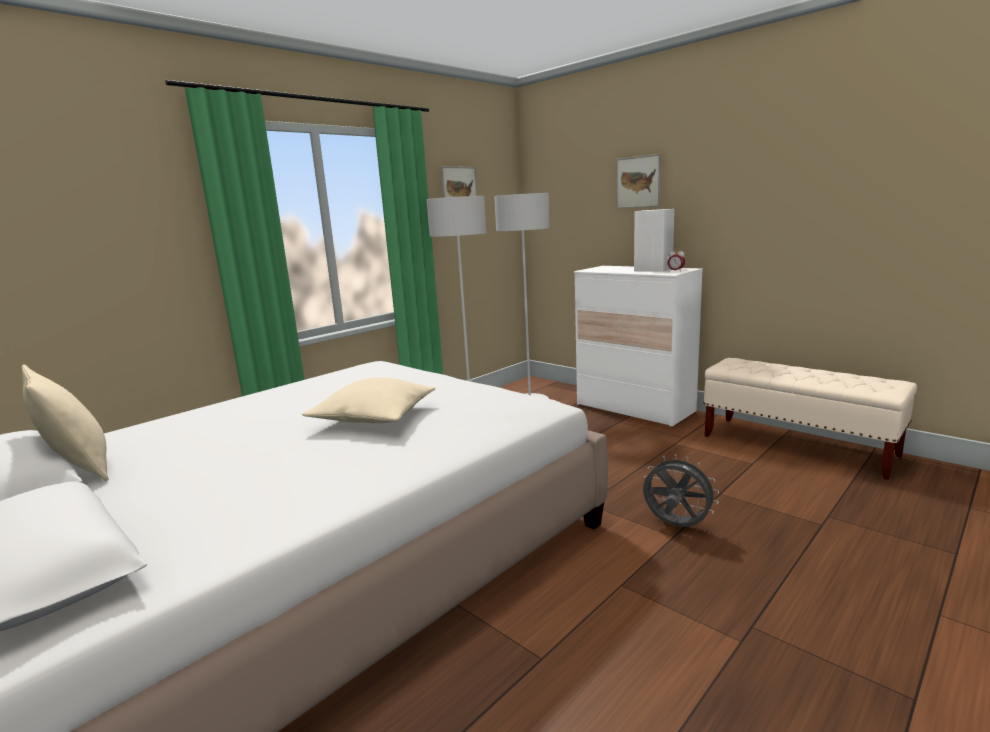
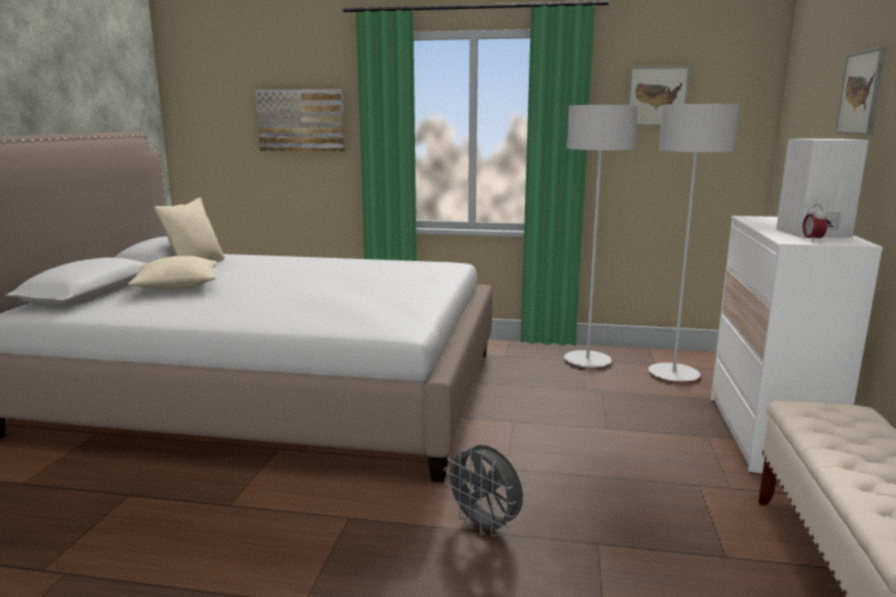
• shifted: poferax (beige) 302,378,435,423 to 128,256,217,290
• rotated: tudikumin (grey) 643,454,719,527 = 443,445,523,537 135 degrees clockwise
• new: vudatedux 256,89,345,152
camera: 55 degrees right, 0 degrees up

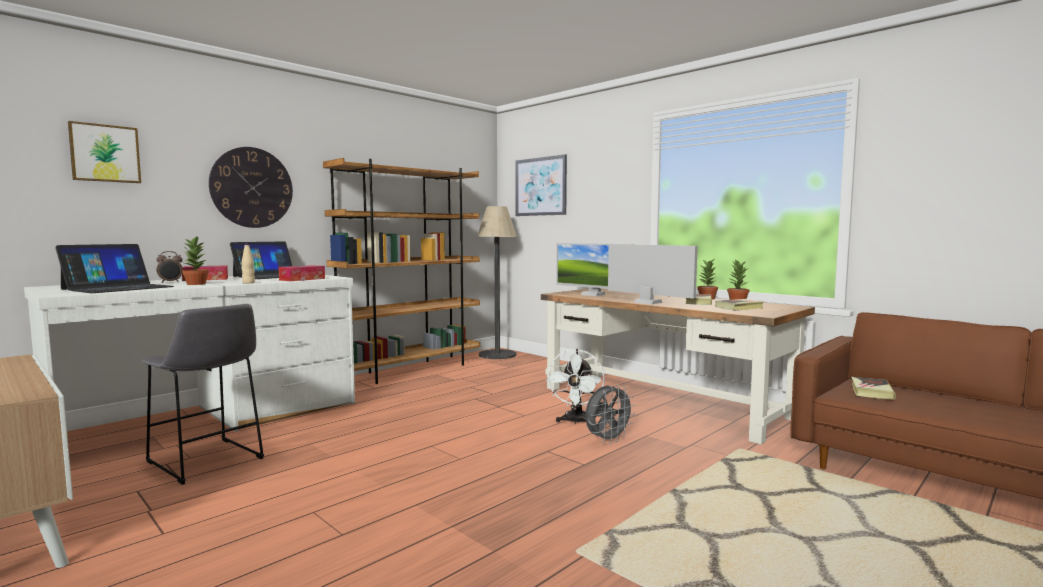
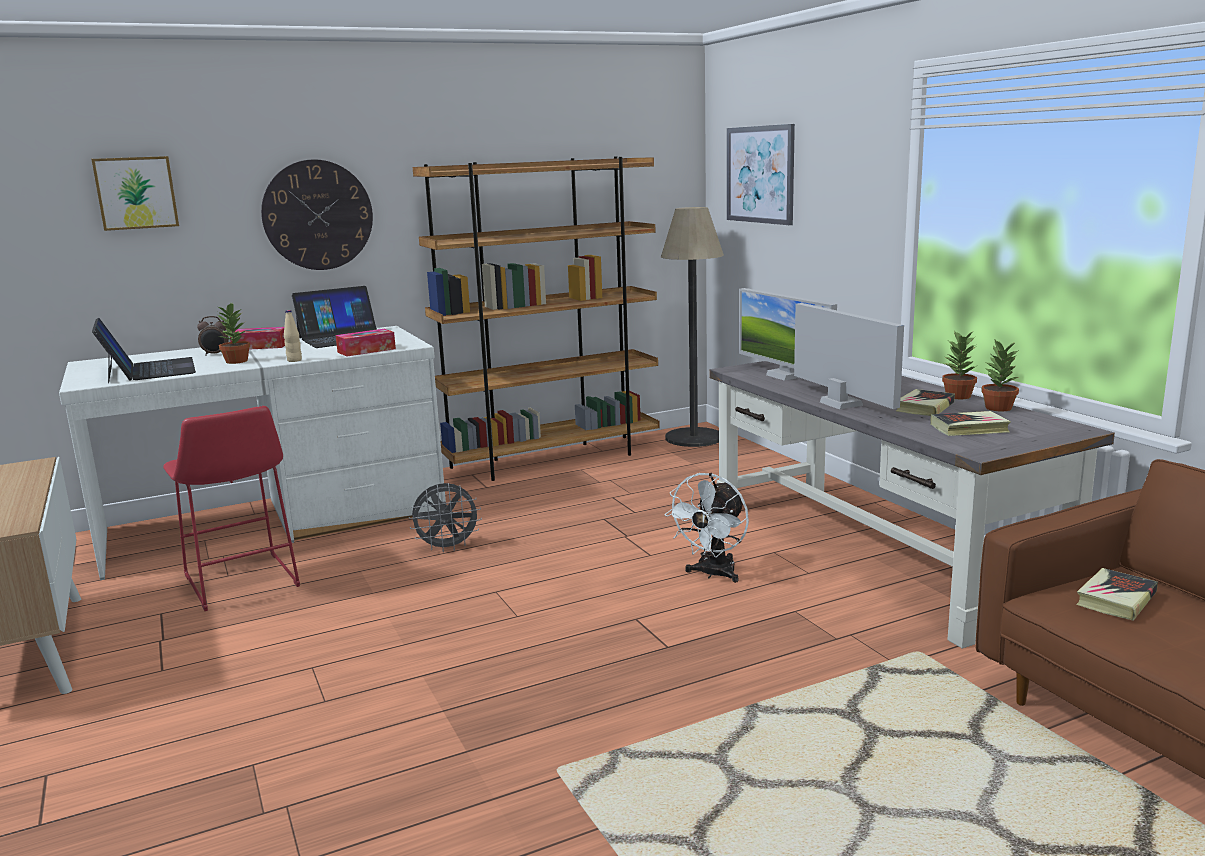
• rotated: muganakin 55,244,174,293 = 92,318,196,383 75 degrees counterclockwise
• repainted: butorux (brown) 541,289,815,444 to butorux (grey) 709,361,1115,649
• repainted: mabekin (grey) 142,304,264,485 to mabekin (red) 163,406,300,611
• shifted: tudikumin (grey) 585,384,635,444 to 409,483,482,552
camera: 20 degrees right, 10 degrees up

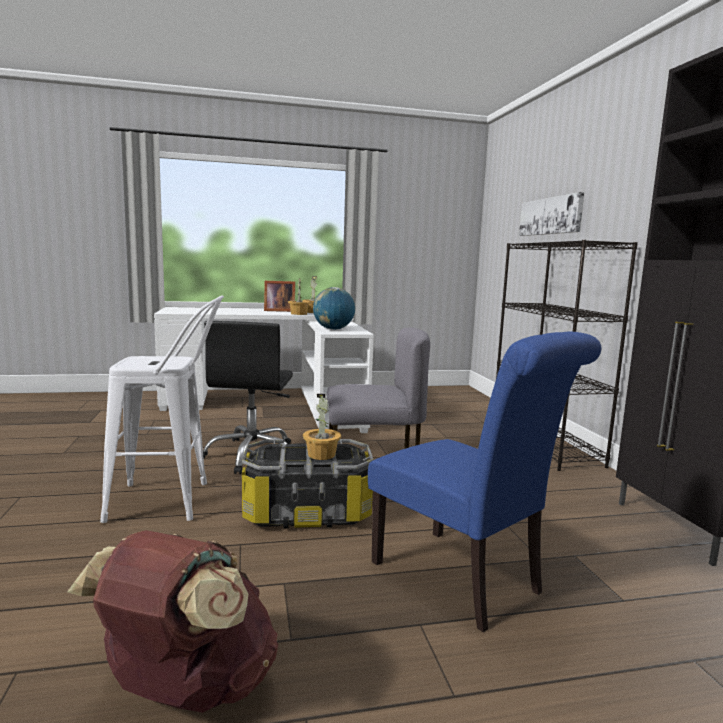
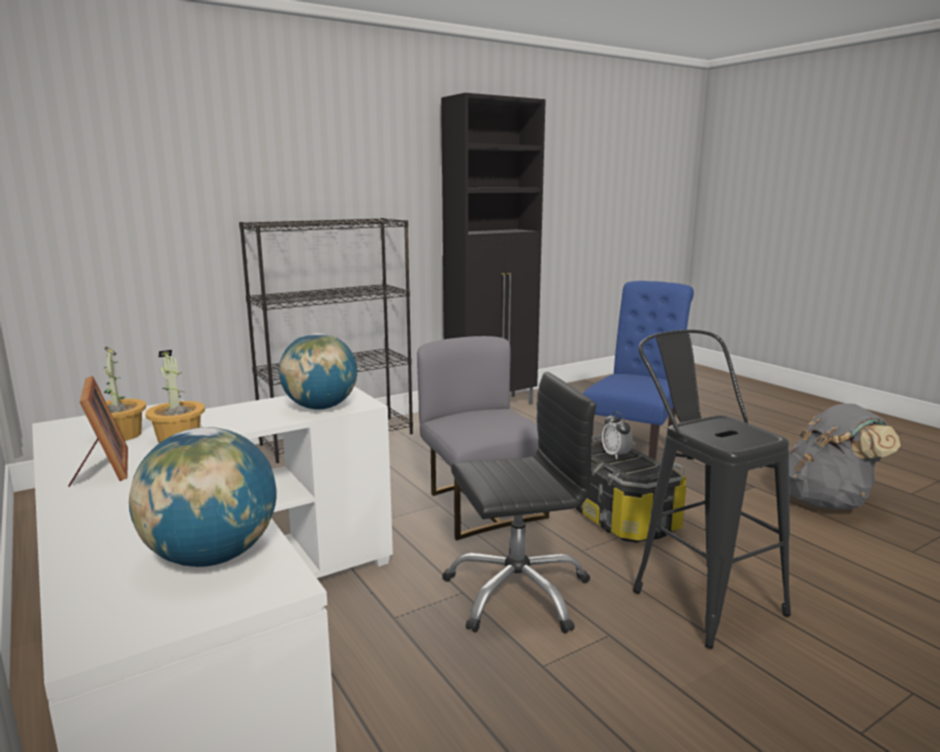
• gone: vudatedux 519,192,584,236
• repainted: mabekin (white) 100,295,224,523 to mabekin (black) 633,330,791,649
• swapped: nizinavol 303,394,341,460 to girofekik 602,412,633,459
• repainted: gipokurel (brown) 67,530,278,713 to gipokurel (grey) 789,403,901,510
• new: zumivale 129,427,277,567
camera: 110 degrees left, 5 degrees up

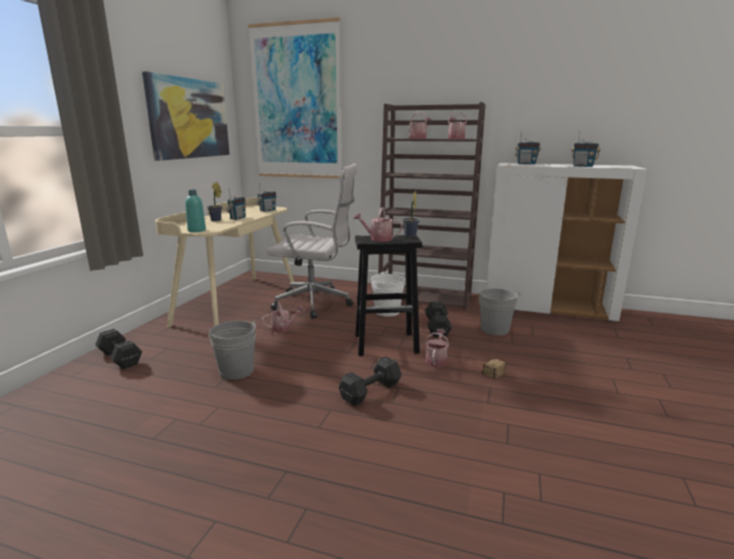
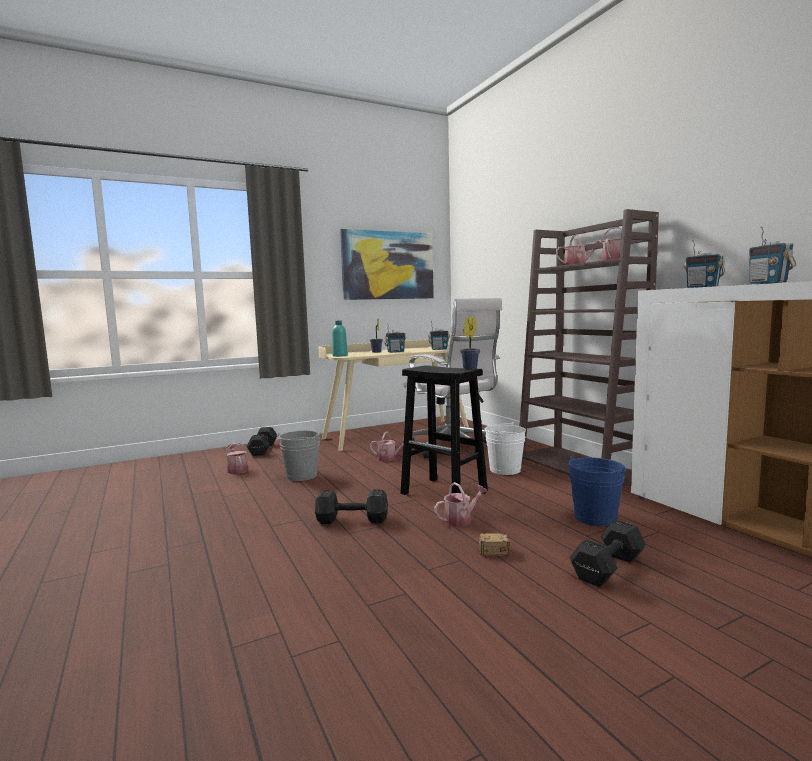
• gone: vudatedux 248,17,342,179
• shifted: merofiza 354,207,403,242 to 225,443,248,474
• repainted: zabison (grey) 477,288,521,336 to zabison (blue) 567,456,626,526
• shifted: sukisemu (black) 425,302,452,337 to 569,520,646,587
camera: 45 degrees right, 10 degrees down

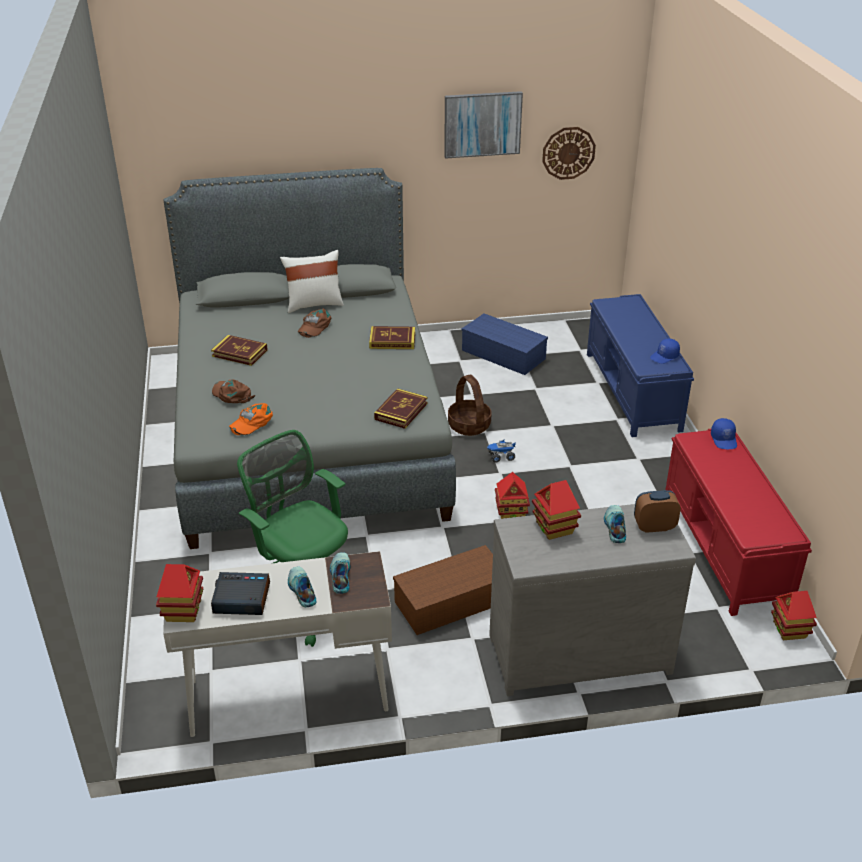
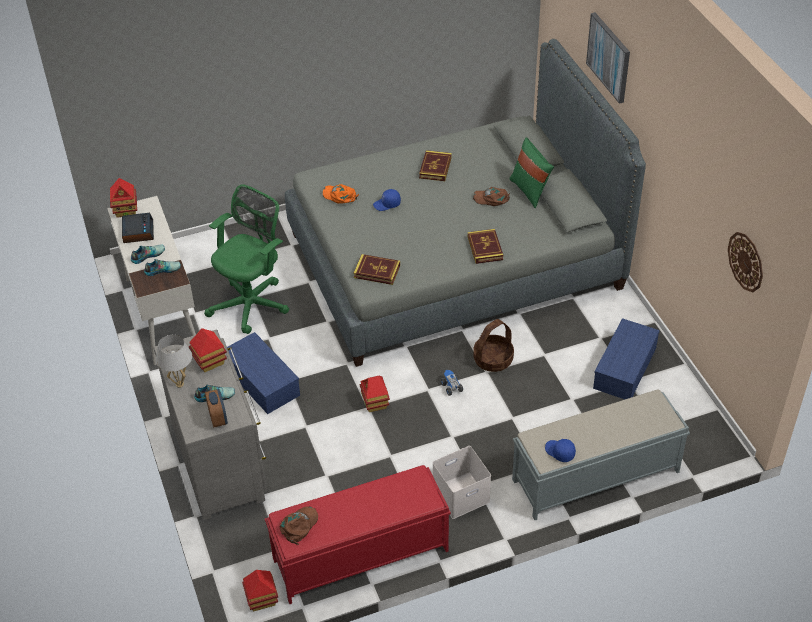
• shifted: vudatedux 444,91,523,159 to 586,12,630,104
• repainted: poferax (white) 280,250,344,313 to poferax (green) 509,137,554,208
• repainted: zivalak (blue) 587,294,694,437 to zivalak (grey) 512,390,690,520
• shifted: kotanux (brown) 212,379,255,403 to 280,506,318,545
• shifted: kotanux (blue) 711,418,737,449 to 373,189,401,211
• repainted: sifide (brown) 393,545,493,635 to sifide (blue) 227,332,300,414
• new: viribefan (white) 156,335,192,388
• new: sifide (white) 433,446,491,519
camera: 80 degrees right, 10 degrees up

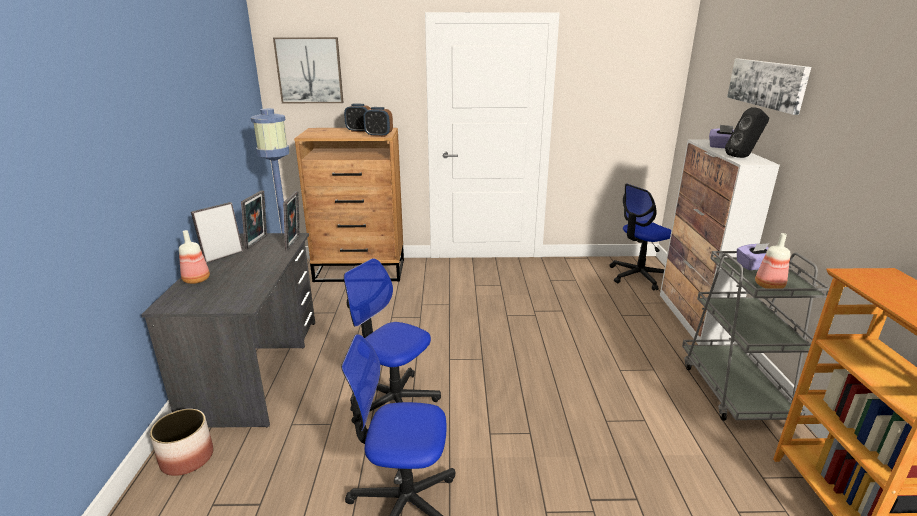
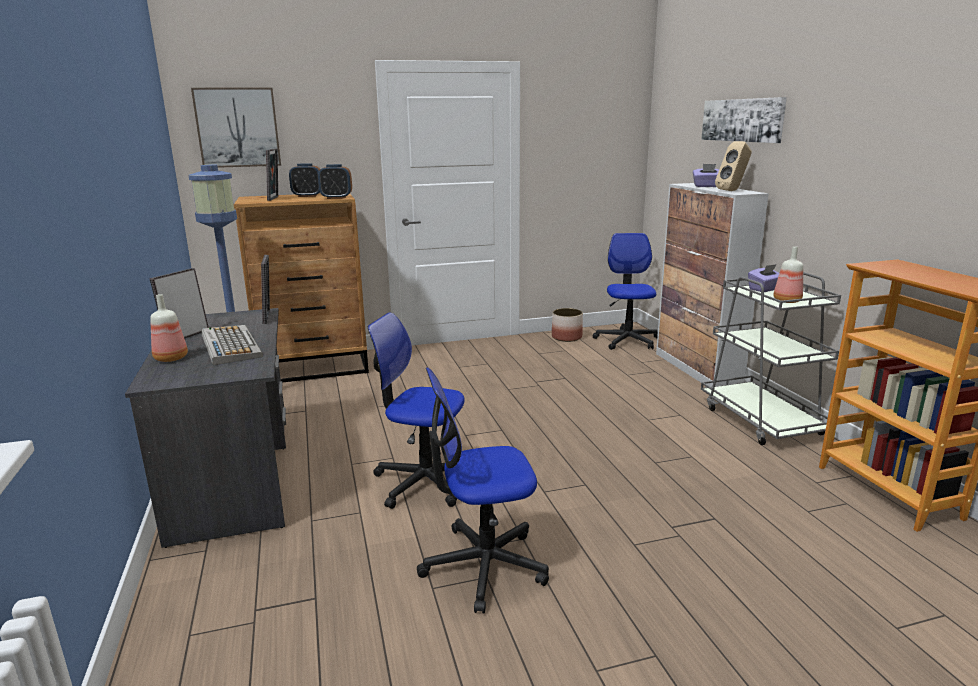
• repainted: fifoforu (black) 725,107,769,158 to fifoforu (beige) 715,141,752,191
• rotated: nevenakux 609,183,671,290 = 593,233,658,350 135 degrees clockwise
• shifted: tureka 241,190,267,249 to 266,148,278,201
• shifted: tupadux 150,409,213,476 to 552,308,583,342
• new: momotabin 201,325,263,365
camera: 15 degrees left, 5 degrees down

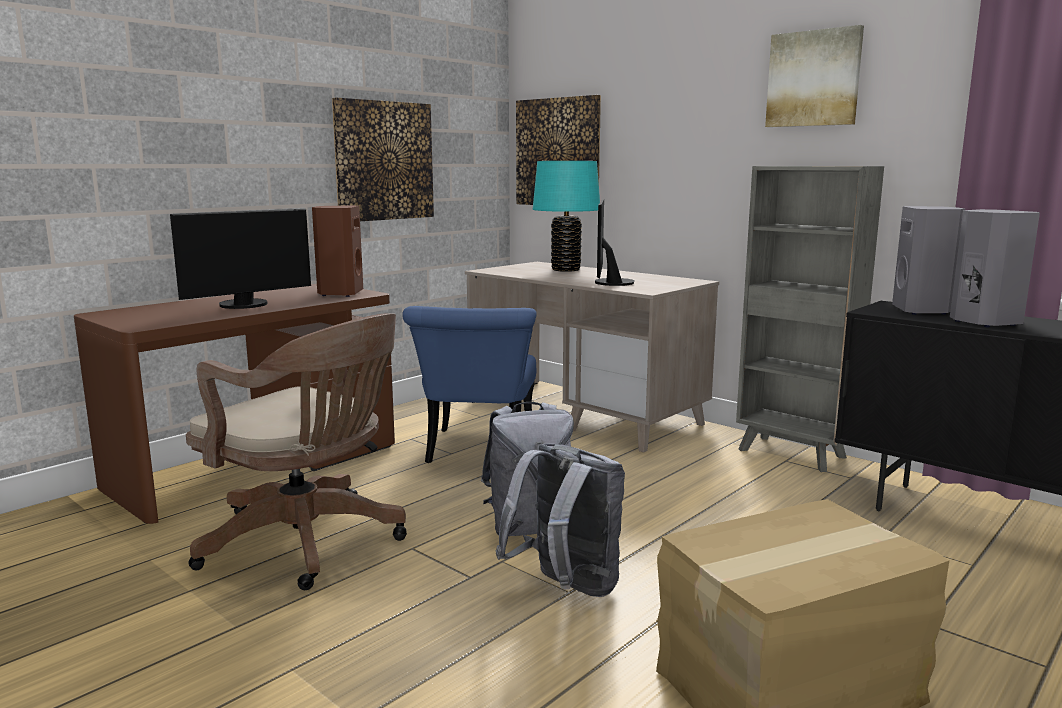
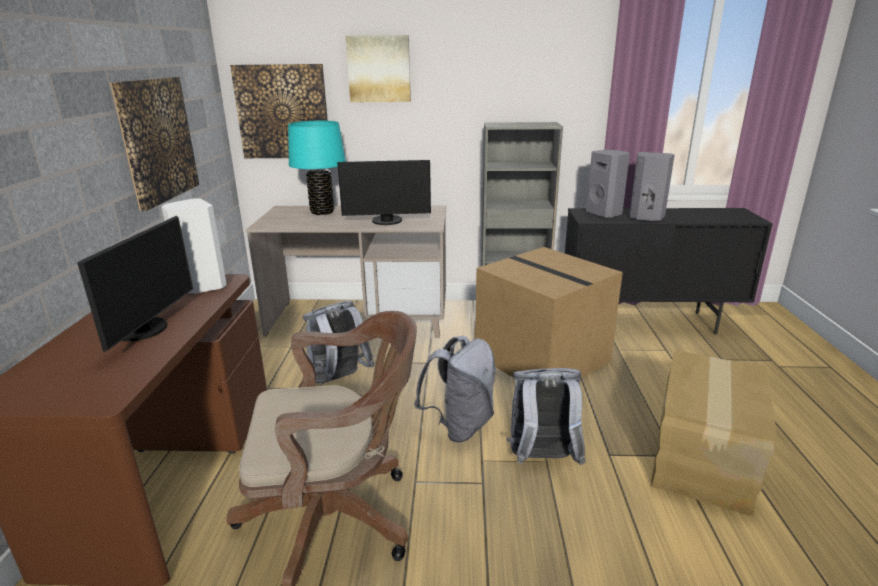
• shifted: vudatedux 765,25,864,127 to 346,35,411,102
• rotated: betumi 595,199,635,286 = 337,160,431,225 60 degrees counterclockwise
• repainted: fifoforu (brown) 312,206,363,297 to fifoforu (white) 162,199,227,294
• swapped: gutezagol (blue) 402,306,537,463 to gipokurel (grey) 303,301,375,383
• new: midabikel 475,247,623,378
camera: 40 degrees left, 10 degrees up

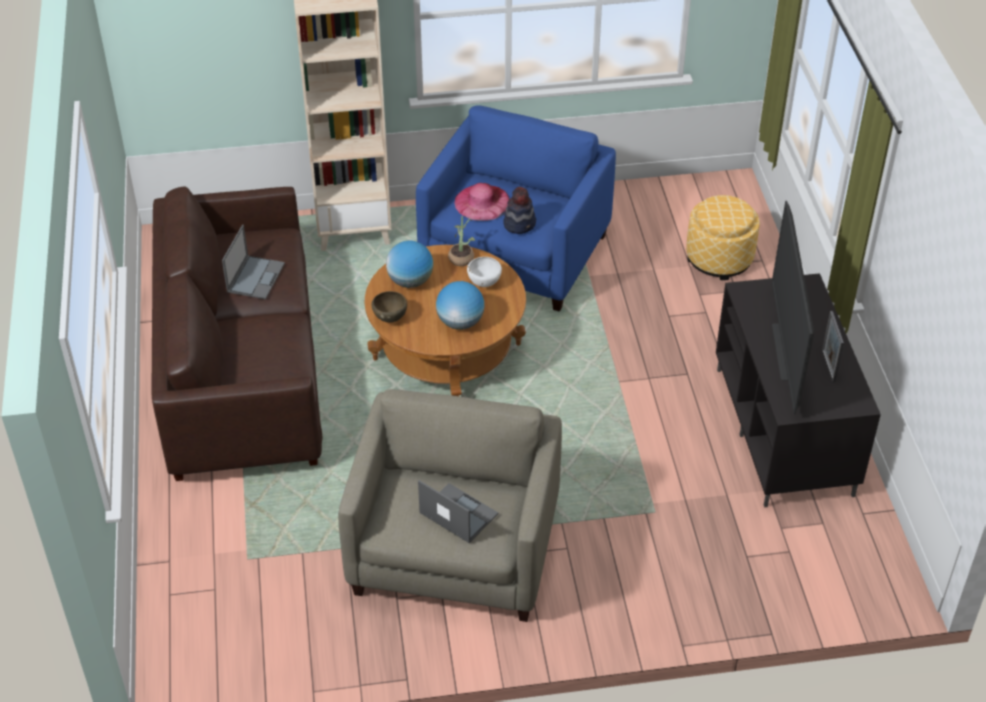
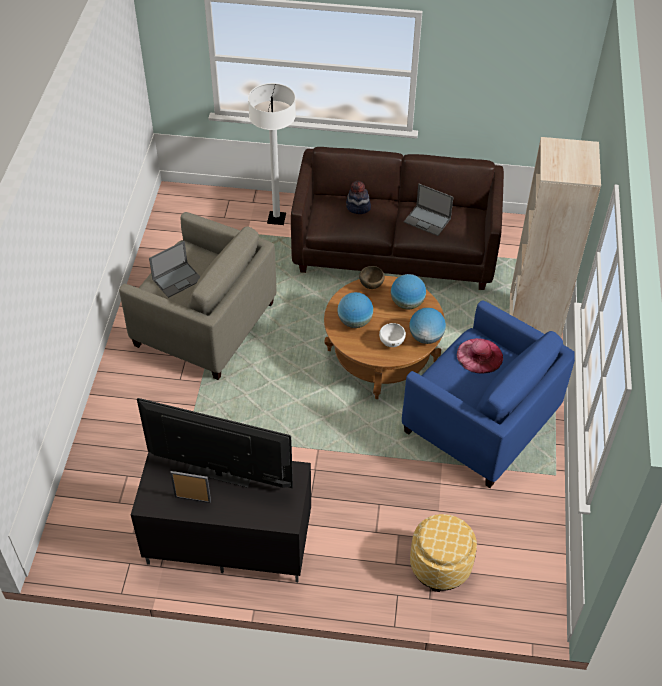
• shifted: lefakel 503,187,536,234 to 346,181,371,214
• swapped: nizinavol 448,216,475,266 to zumivale 409,308,446,344
• new: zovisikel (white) 248,83,296,225
camera: 105 degrees right, 5 degrees up

